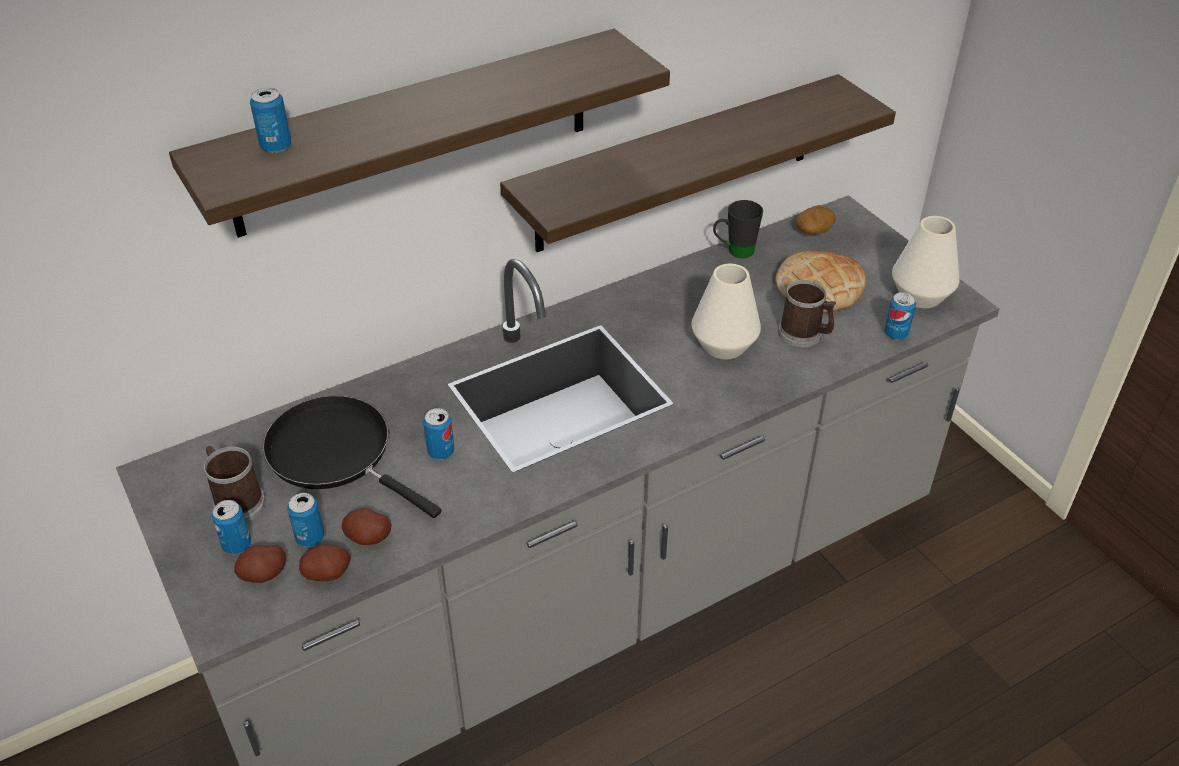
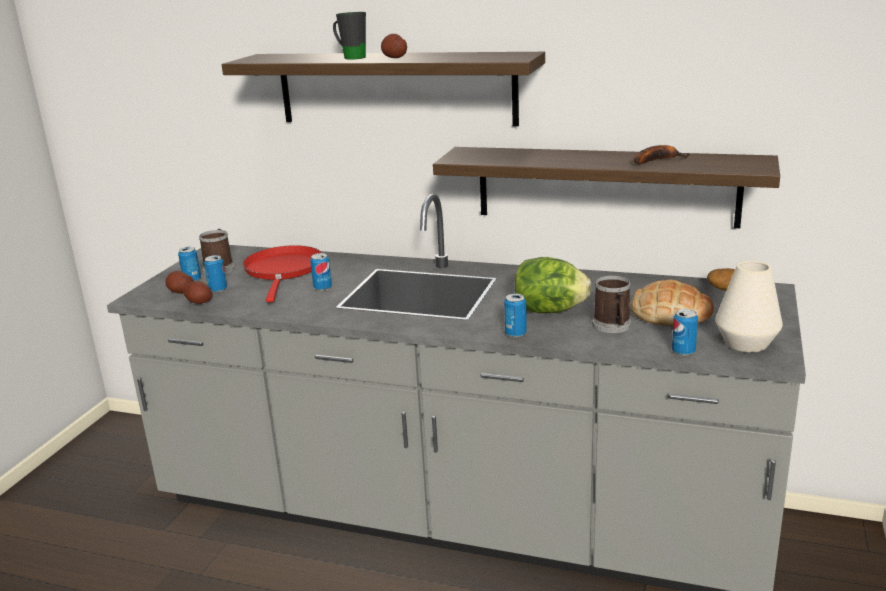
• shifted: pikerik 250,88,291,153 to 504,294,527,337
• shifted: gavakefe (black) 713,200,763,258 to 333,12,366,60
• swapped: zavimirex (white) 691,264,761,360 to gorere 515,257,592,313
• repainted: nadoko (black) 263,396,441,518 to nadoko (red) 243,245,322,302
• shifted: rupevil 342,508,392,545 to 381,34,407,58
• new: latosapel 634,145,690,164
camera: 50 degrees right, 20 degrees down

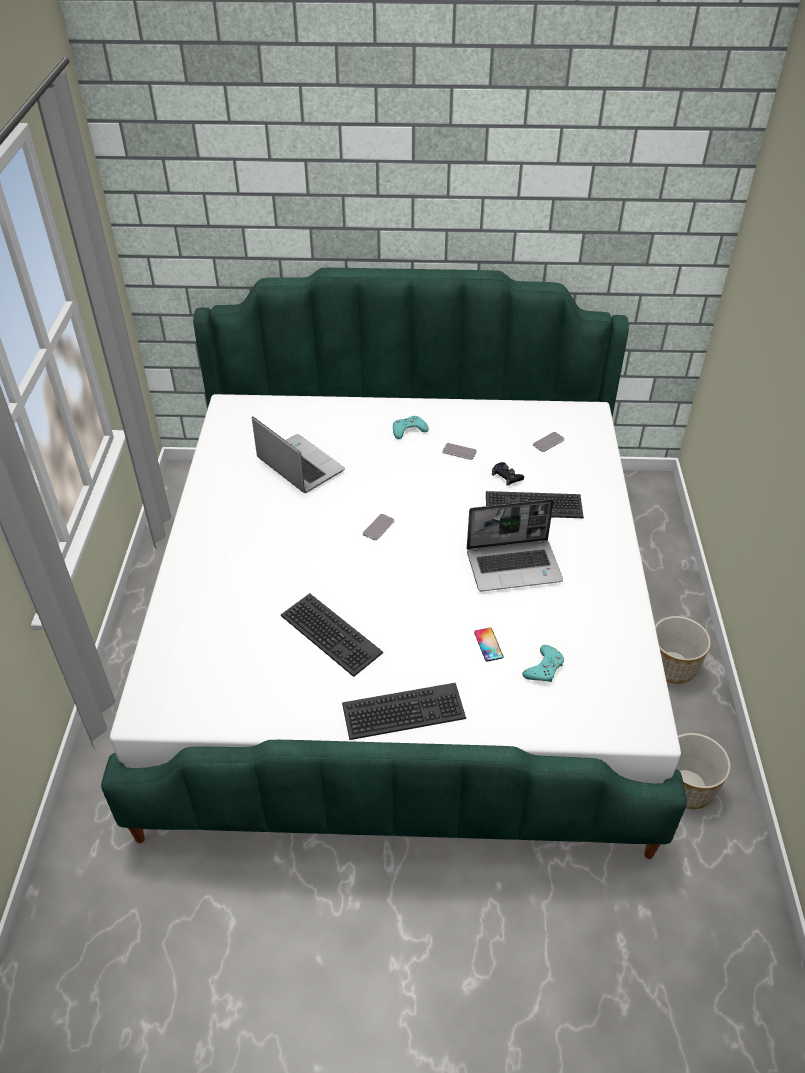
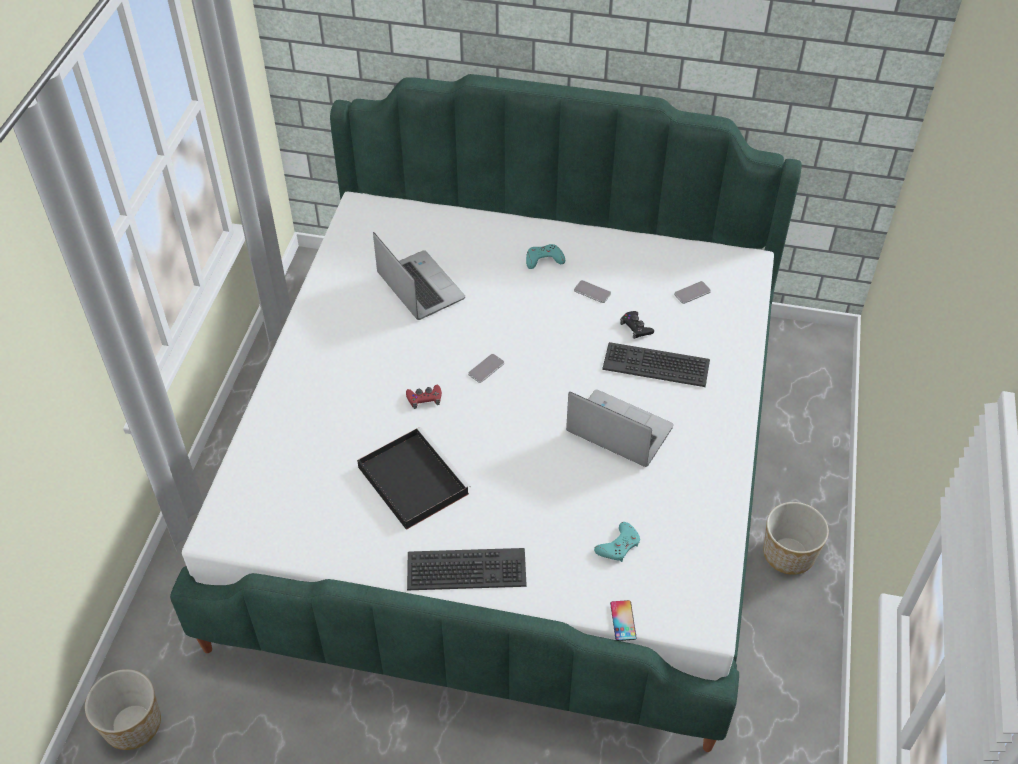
• rotated: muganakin 467,499,563,591 = 566,390,673,467 150 degrees counterclockwise
• swapped: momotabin 281,593,383,677 to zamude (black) 357,427,471,530
• shifted: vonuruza 474,628,504,662 to 610,600,637,641
• shifted: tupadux 676,733,731,809 to 85,669,161,750
• new: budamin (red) 406,385,442,409
camera: 10 degrees right, 5 degrees up

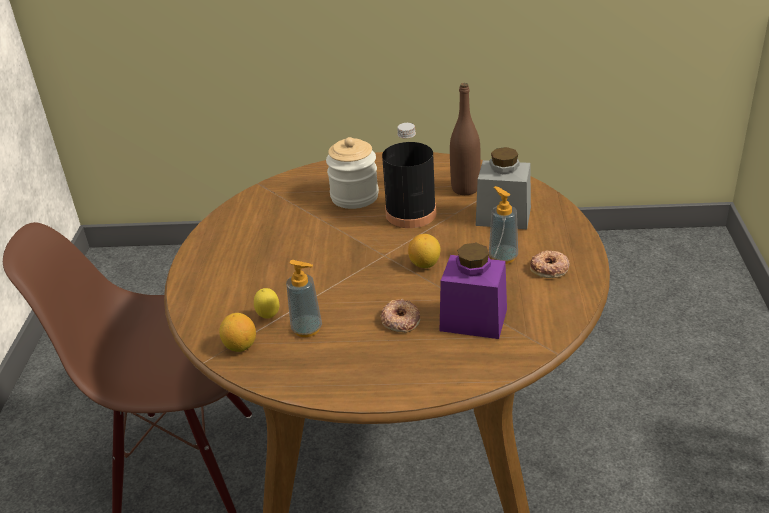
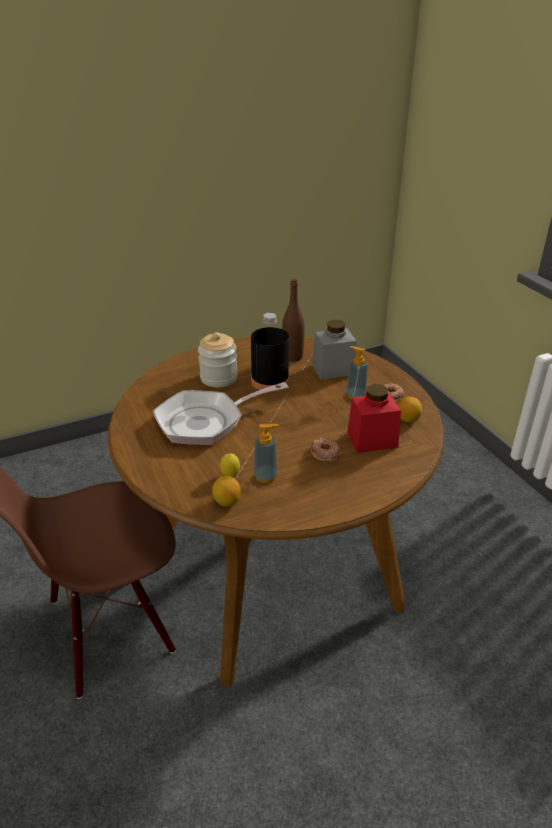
• shifted: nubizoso 408,234,441,268 to 398,397,422,422
• repainted: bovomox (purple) 440,243,507,339 to bovomox (red) 347,384,401,453
• new: nadoko 153,382,288,445
camera: 30 degrees left, 0 degrees up

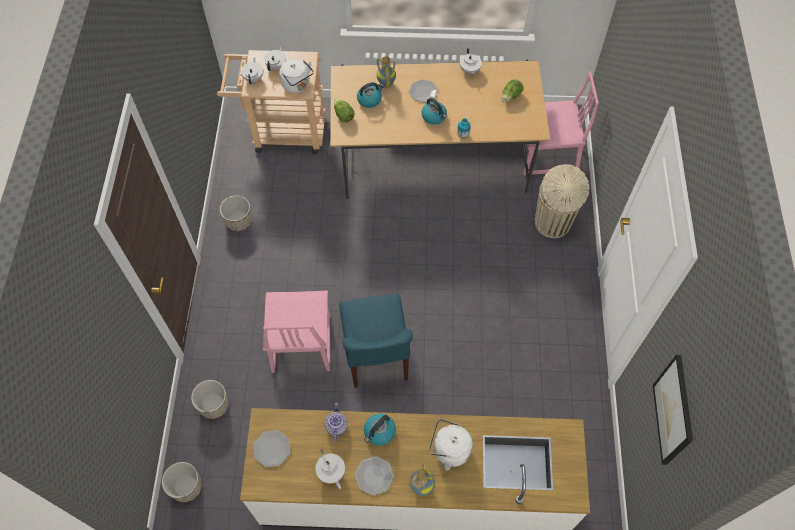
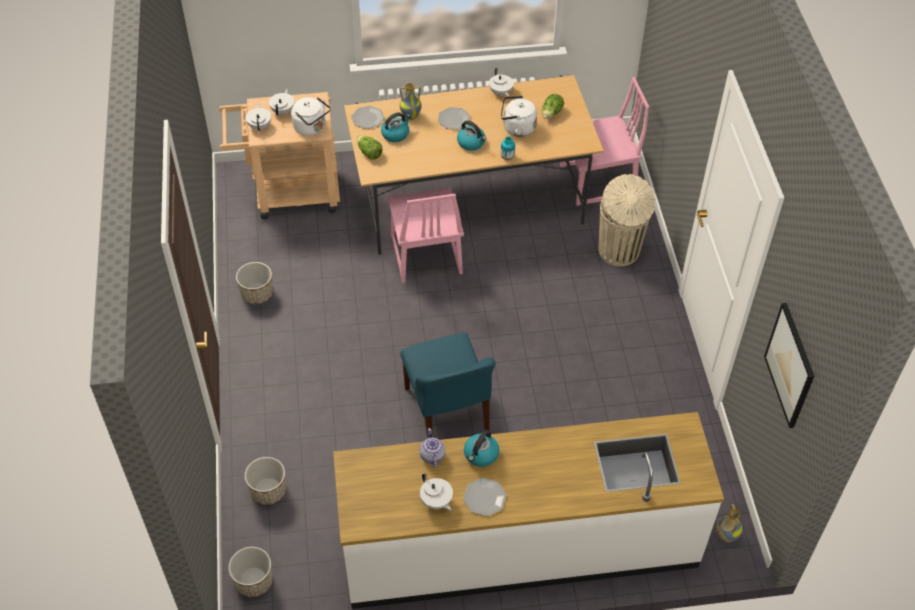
• shifted: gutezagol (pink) 263,291,330,373 to 387,188,464,283
• shifted: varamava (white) 429,419,473,471 to 501,96,537,137
• shifted: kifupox 253,430,291,467 to 351,106,385,129
• shifted: zavimirex 409,463,435,496 to 717,504,743,542
camera: 10 degrees left, 10 degrees down

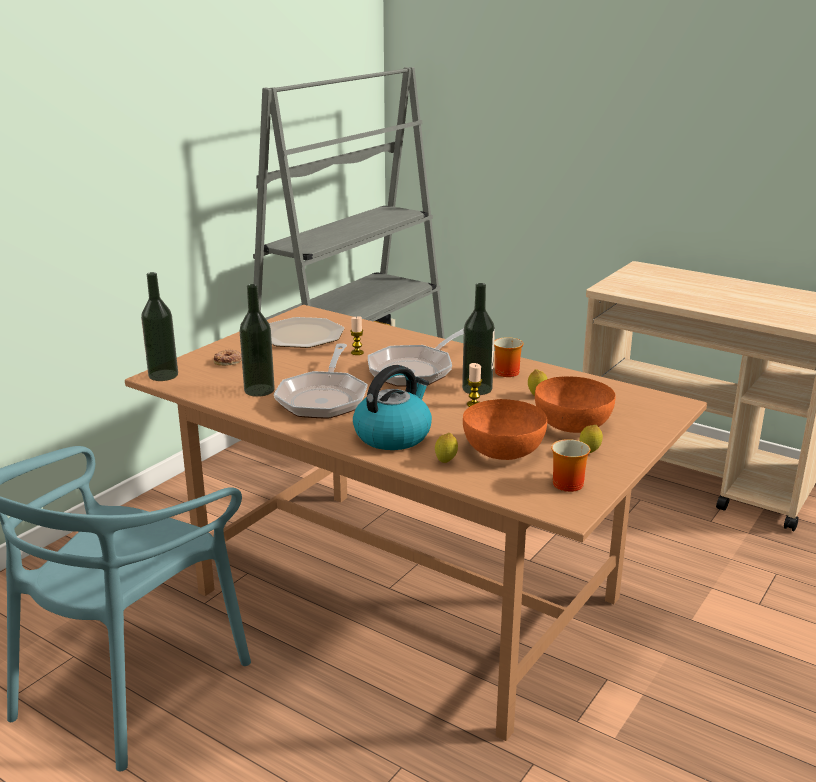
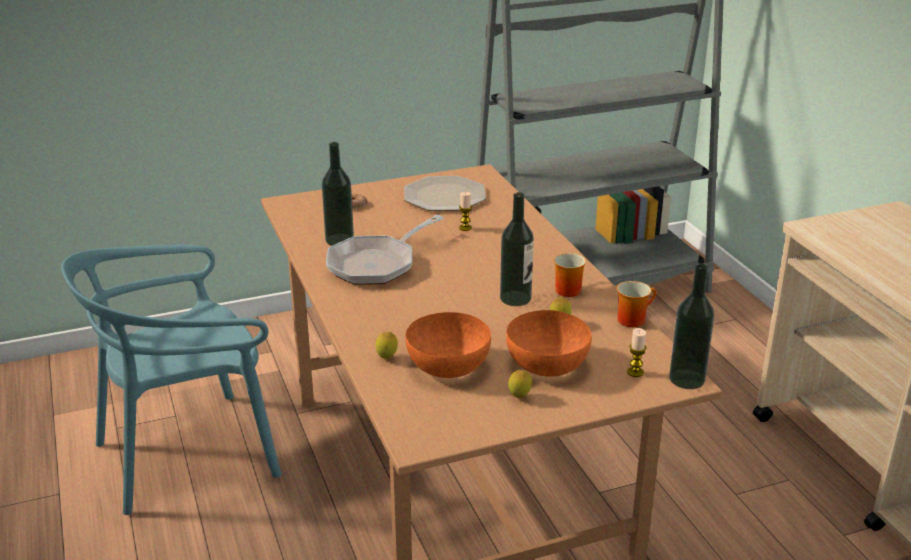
• shifted: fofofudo 141,272,178,381 to 669,263,714,389
• gone: nadoko 368,328,464,387
• shifted: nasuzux 467,363,482,407 to 627,328,646,377
• gone: varamava 353,365,432,450
• shifted: gavakefe 551,439,590,492 to 617,281,657,327
camera: 35 degrees right, 5 degrees up

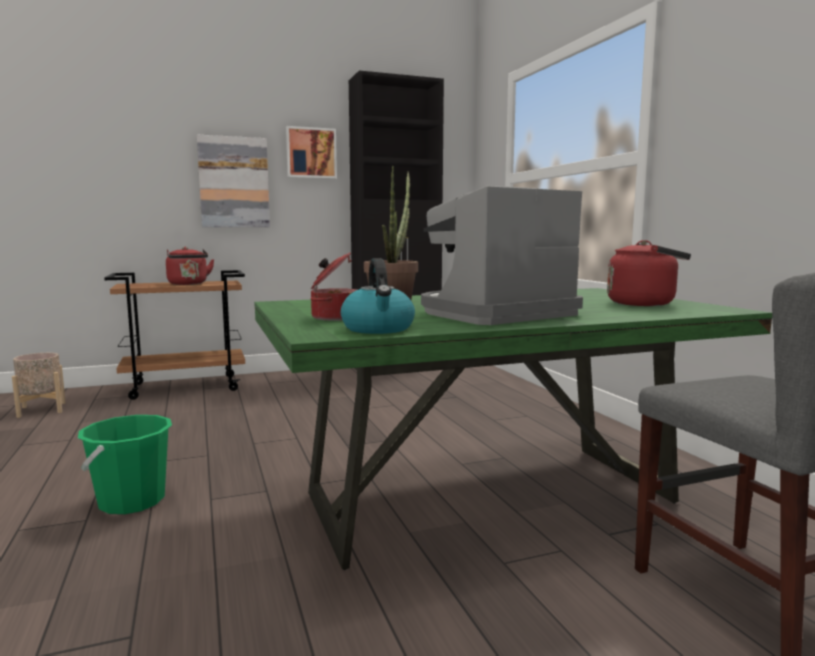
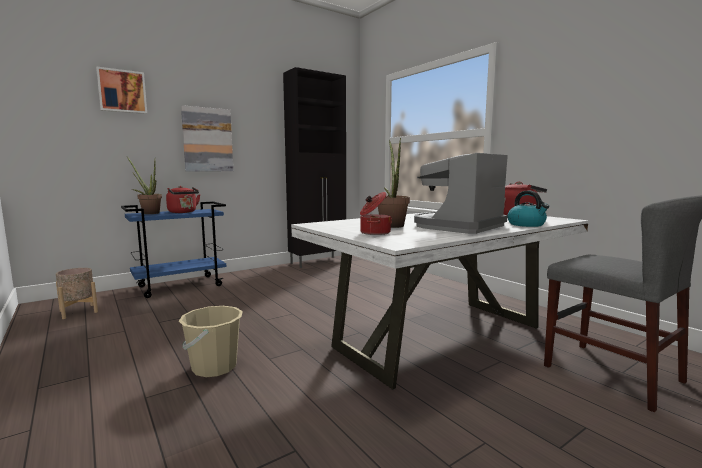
• shifted: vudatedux 286,126,337,179 to 96,66,147,114
• shifted: varamava 341,258,415,334 to 507,191,549,227
• repainted: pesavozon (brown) 104,270,245,400 to pesavozon (blue) 121,202,226,298
• repainted: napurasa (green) 254,288,772,570 to napurasa (white) 291,211,589,390
• repainted: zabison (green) 78,415,172,514 to zabison (beige) 179,306,243,377
• new: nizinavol 127,157,162,214
camera: 15 degrees left, 0 degrees up

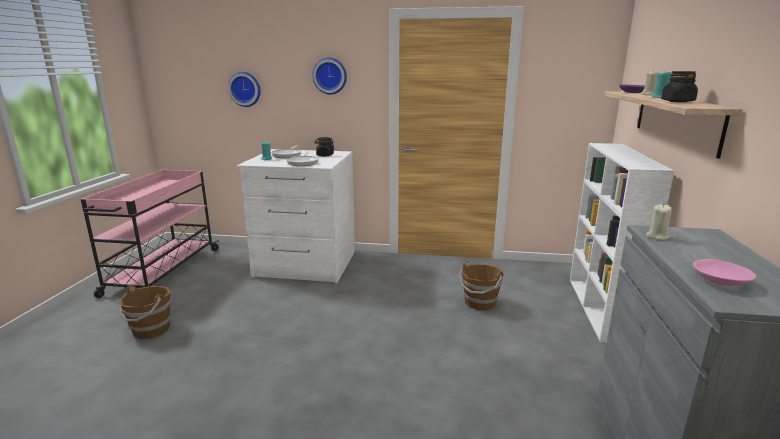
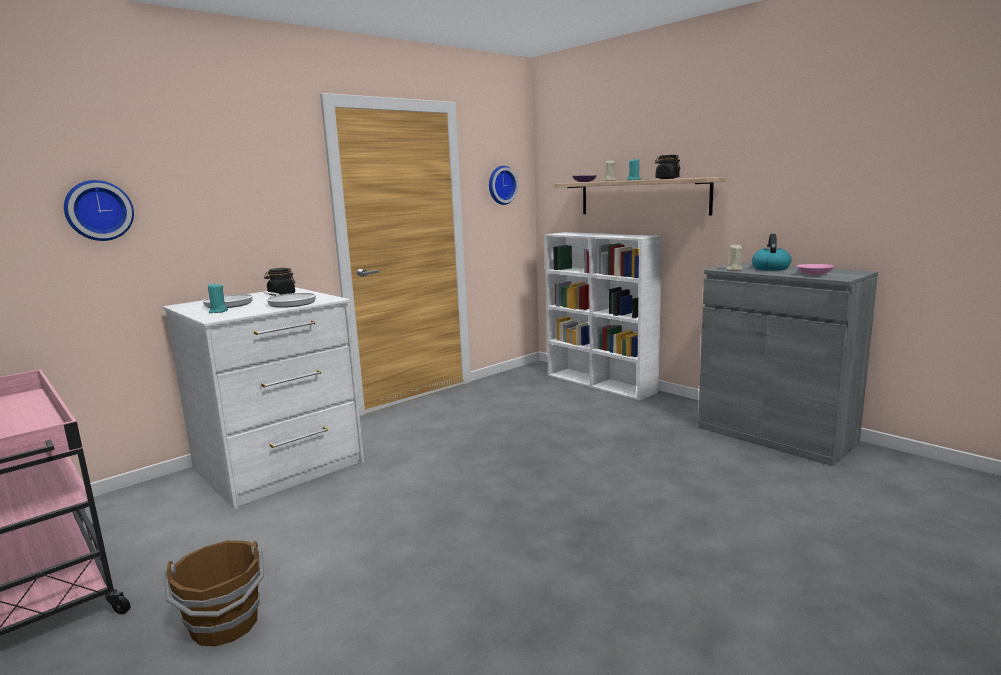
• shifted: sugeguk 312,58,347,95 to 489,166,518,205
• gone: zabison (brown) 458,261,503,310
• new: varamava 752,234,791,271
camera: 50 degrees left, 5 degrees down

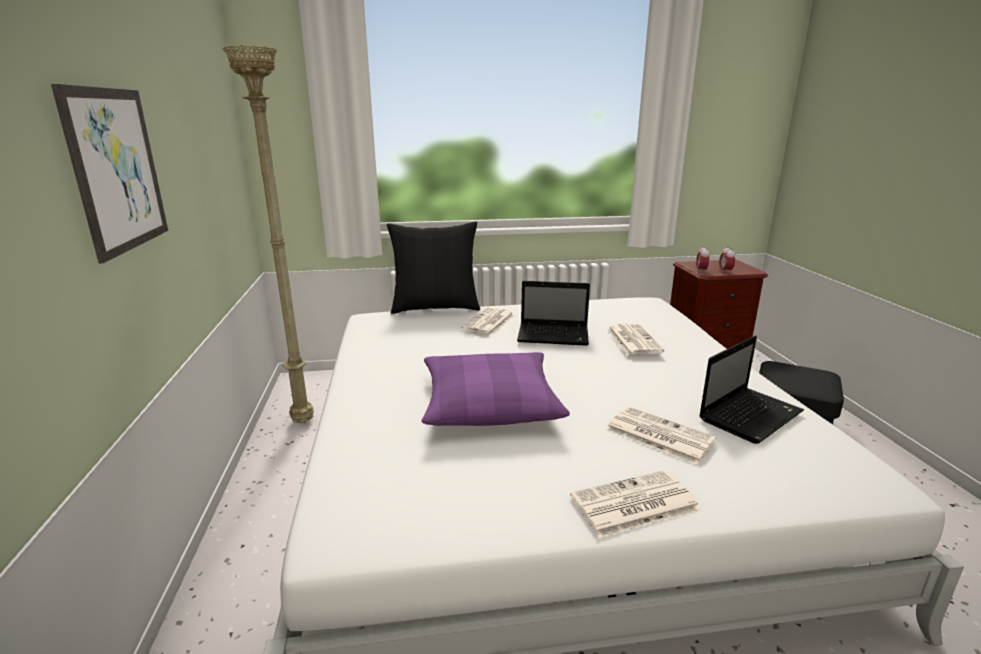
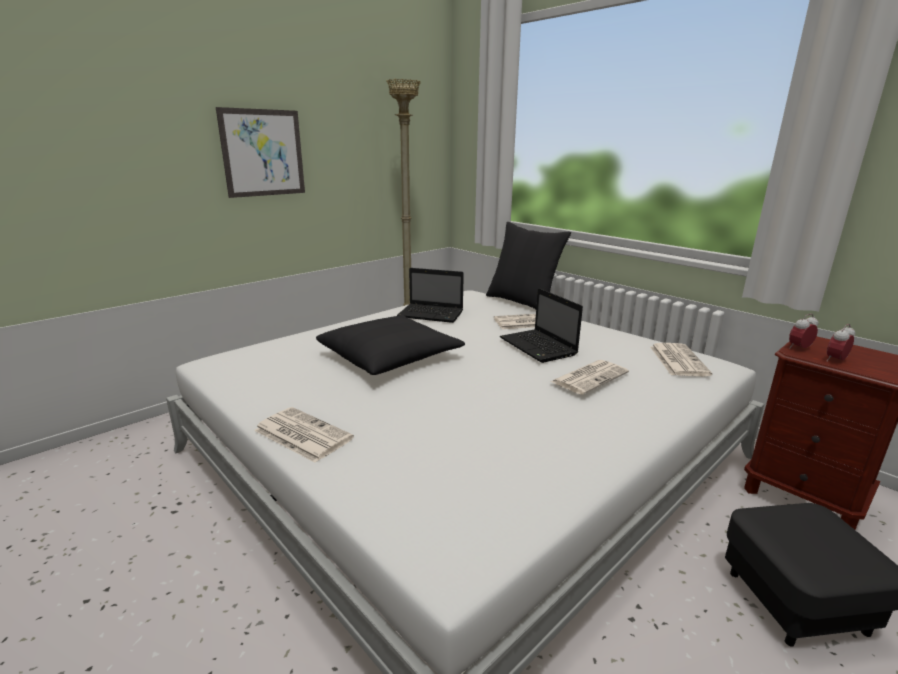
• shifted: muganakin 699,336,804,444 to 397,268,464,323
• repainted: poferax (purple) 422,352,570,426 to poferax (black) 316,315,465,375
• shifted: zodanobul 606,407,717,465 to 650,343,712,376
camera: 55 degrees right, 0 degrees up

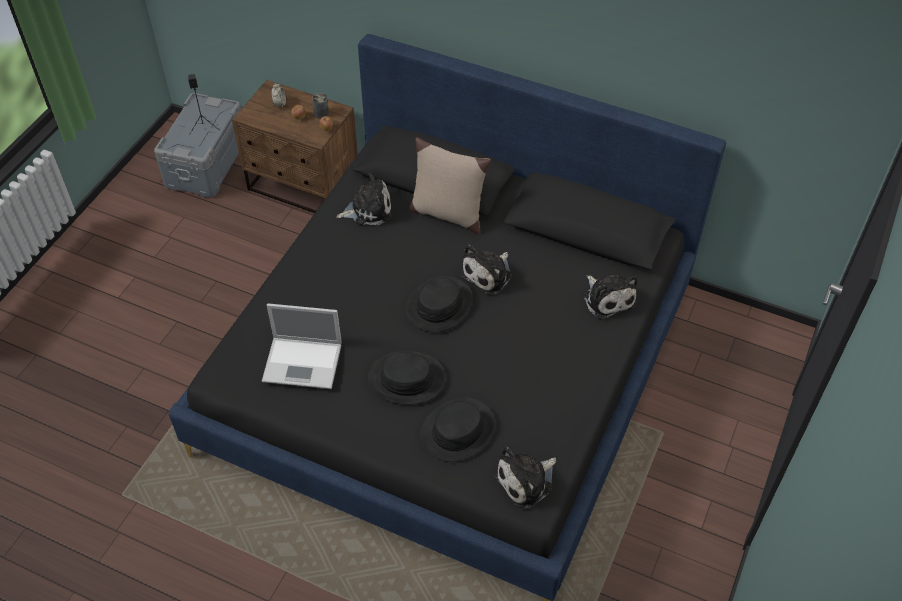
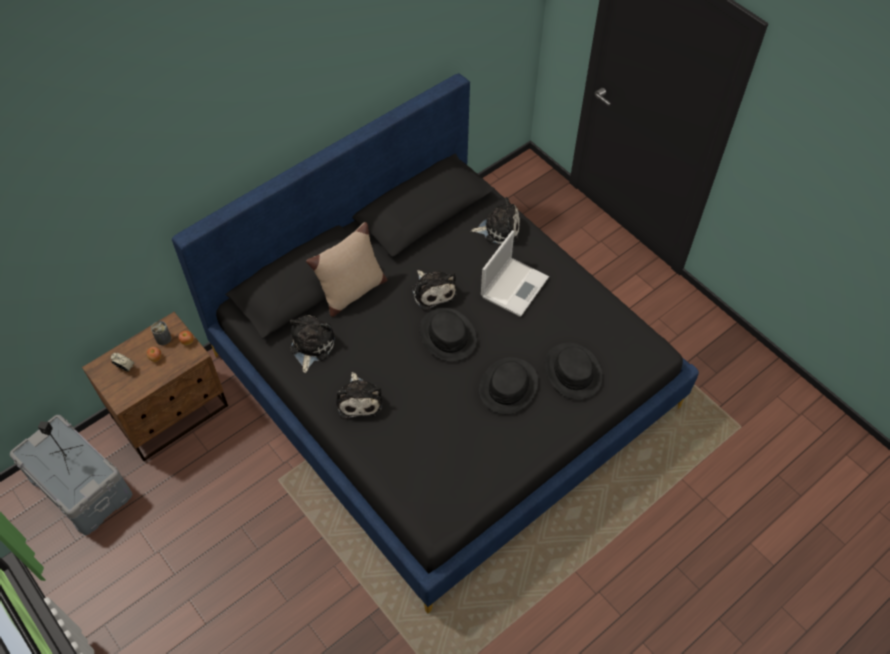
• shifted: muganakin 262,303,342,389 to 481,230,549,317
• shifted: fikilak 493,447,556,508 to 336,372,382,419
camera: 65 degrees left, 5 degrees up

